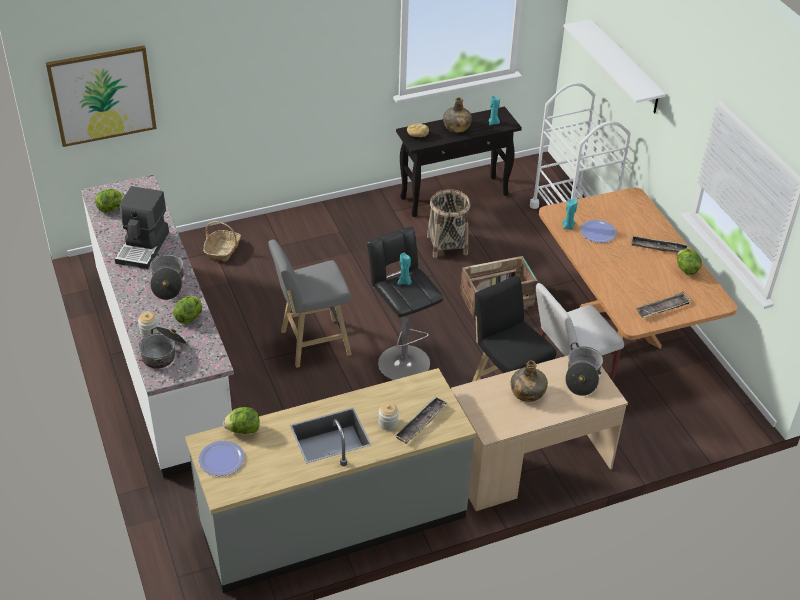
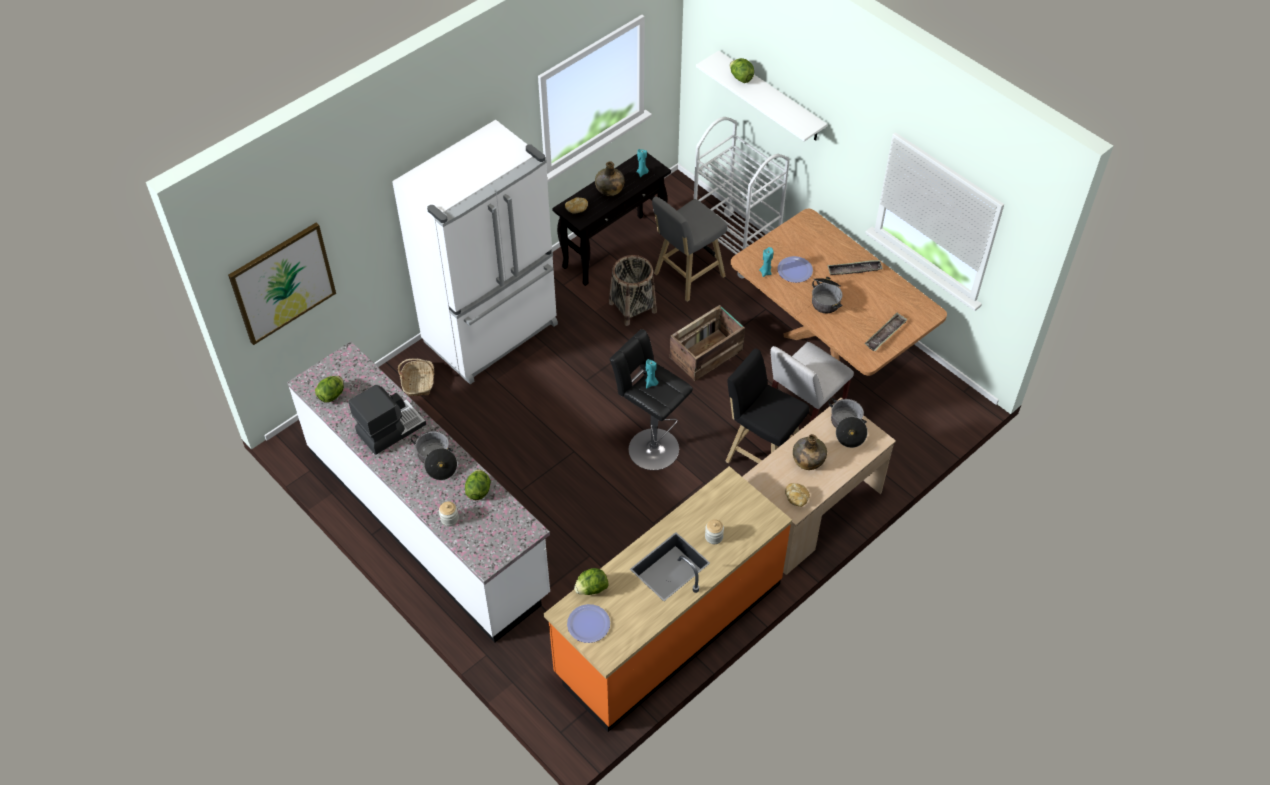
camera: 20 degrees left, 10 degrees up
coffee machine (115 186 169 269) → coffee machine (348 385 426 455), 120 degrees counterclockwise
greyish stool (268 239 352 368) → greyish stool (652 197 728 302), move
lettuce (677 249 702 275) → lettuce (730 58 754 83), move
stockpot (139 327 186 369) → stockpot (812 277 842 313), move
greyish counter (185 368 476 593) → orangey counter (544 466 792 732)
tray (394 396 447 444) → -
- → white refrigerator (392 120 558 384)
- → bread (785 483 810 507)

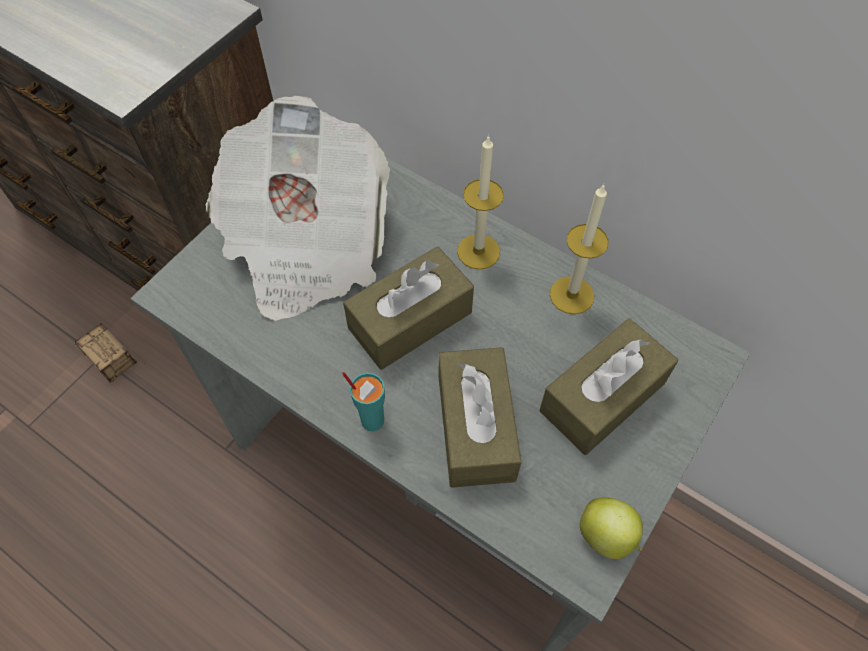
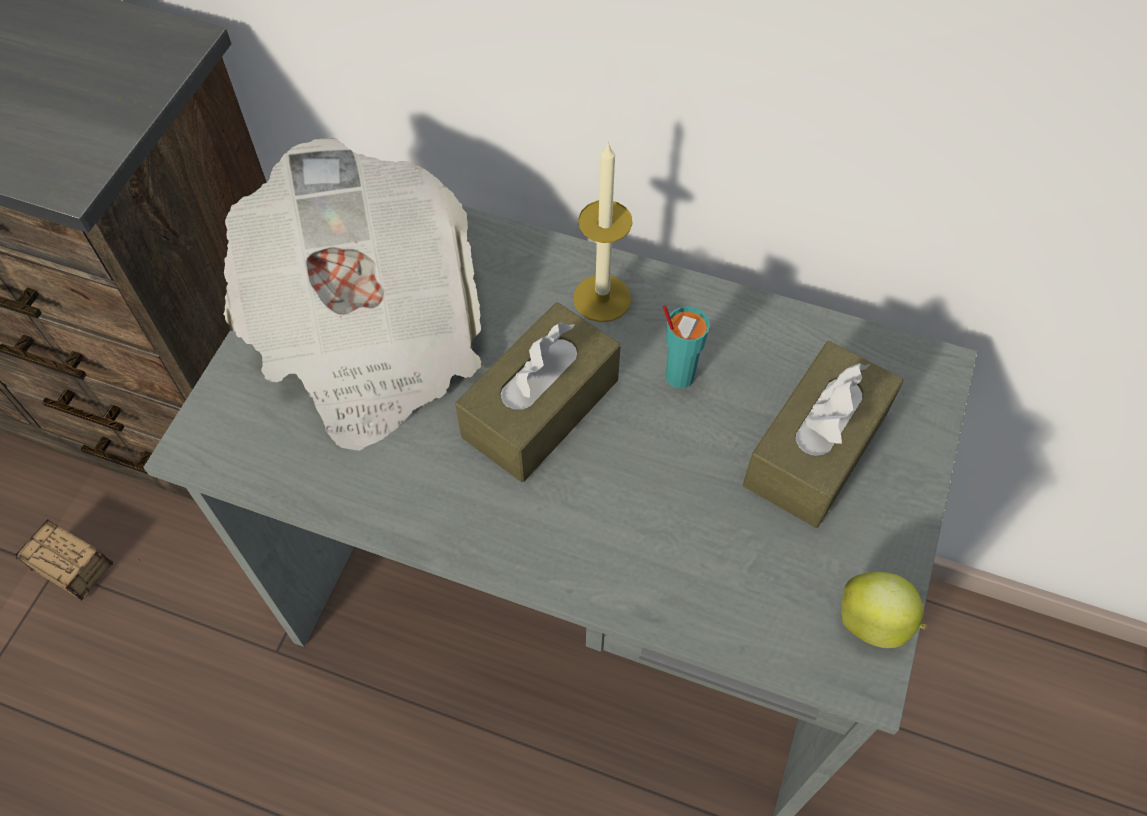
camera: 15 degrees left, 0 degrees up
wax light (550 184 609 314) → -
brown-coloured box of tissues (439 347 522 488) → -
blue-green cup (342 372 385 431) → blue-green cup (663 305 710 389), move

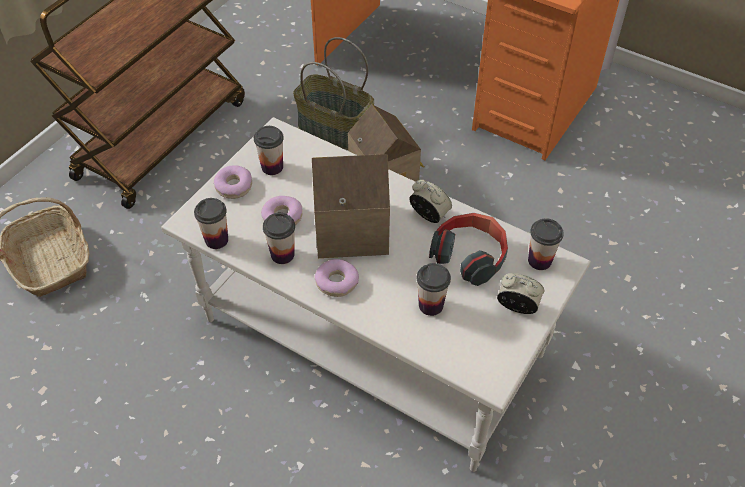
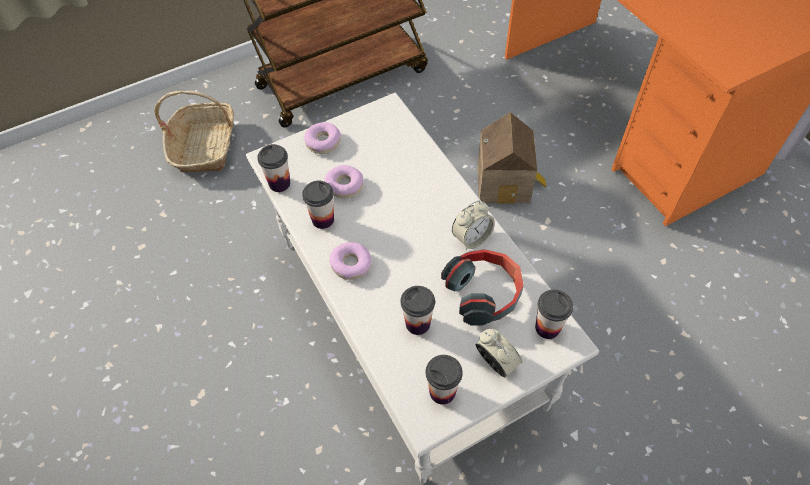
camera: 30 degrees right, 5 degrees up
storage basket (293 37 374 150) → -
cup (254 126 284 175) → cup (425 355 462 405), move
model house (312 154 390 258) → -
table clock (409 180 452 223) → table clock (452 200 495 250), 75 degrees clockwise

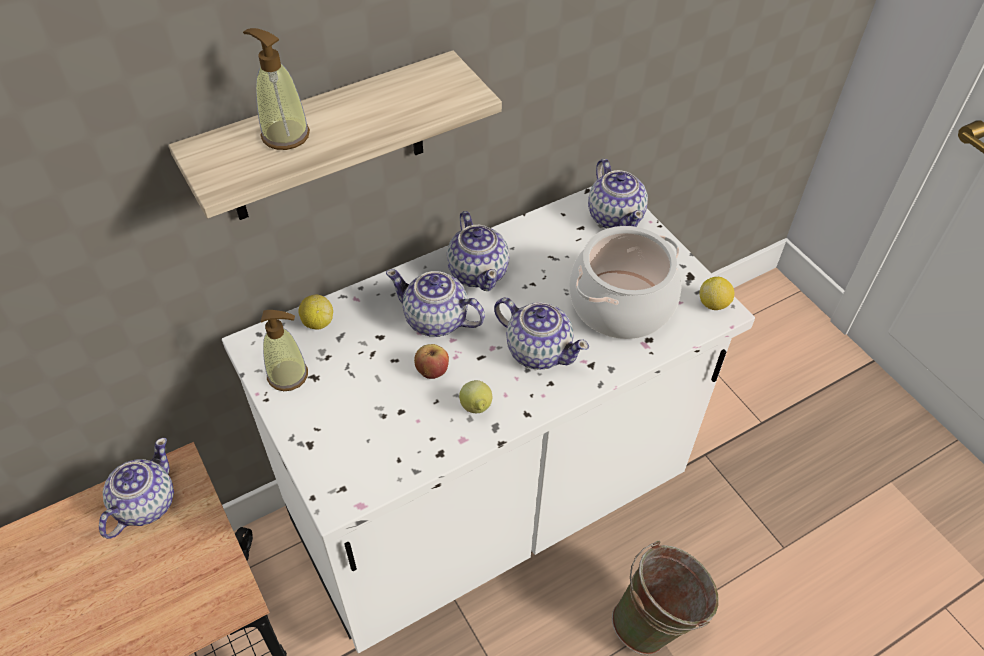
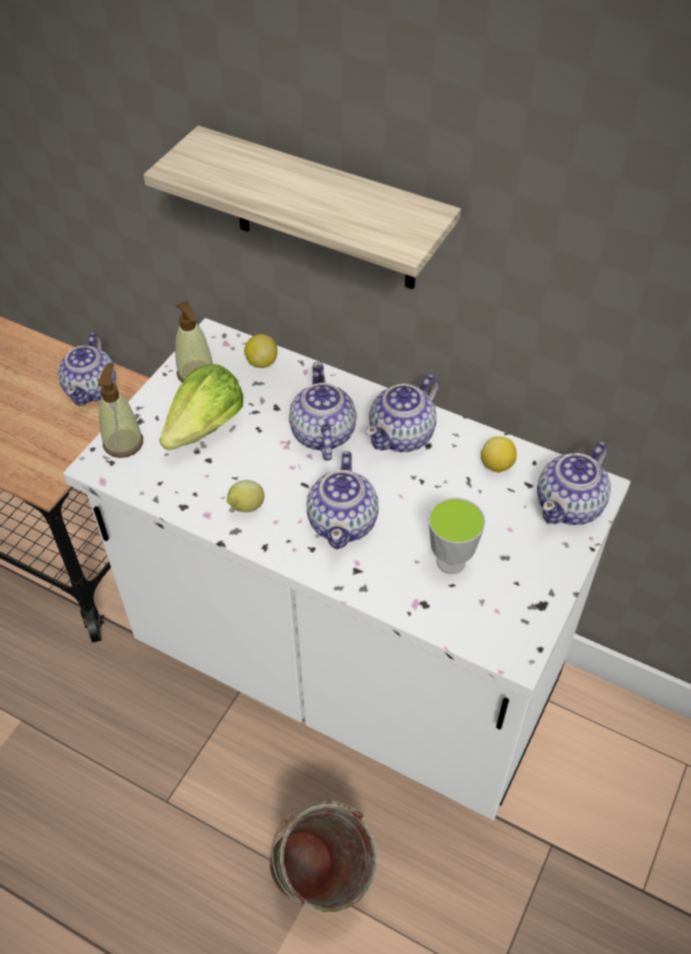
camera: 60 degrees right, 0 degrees up
soap bottle (243 28 310 150) → soap bottle (98 363 143 458), move
stockpot (569 226 681 339) → cup (429 497 485 574)
lemon (700 277 734 310) → lemon (481 436 517 473), move
apple (414 344 449 379) → -
teapot (99 438 174 539) → teapot (58 333 116 406), 105 degrees clockwise
- → lettuce (159 364 243 450)

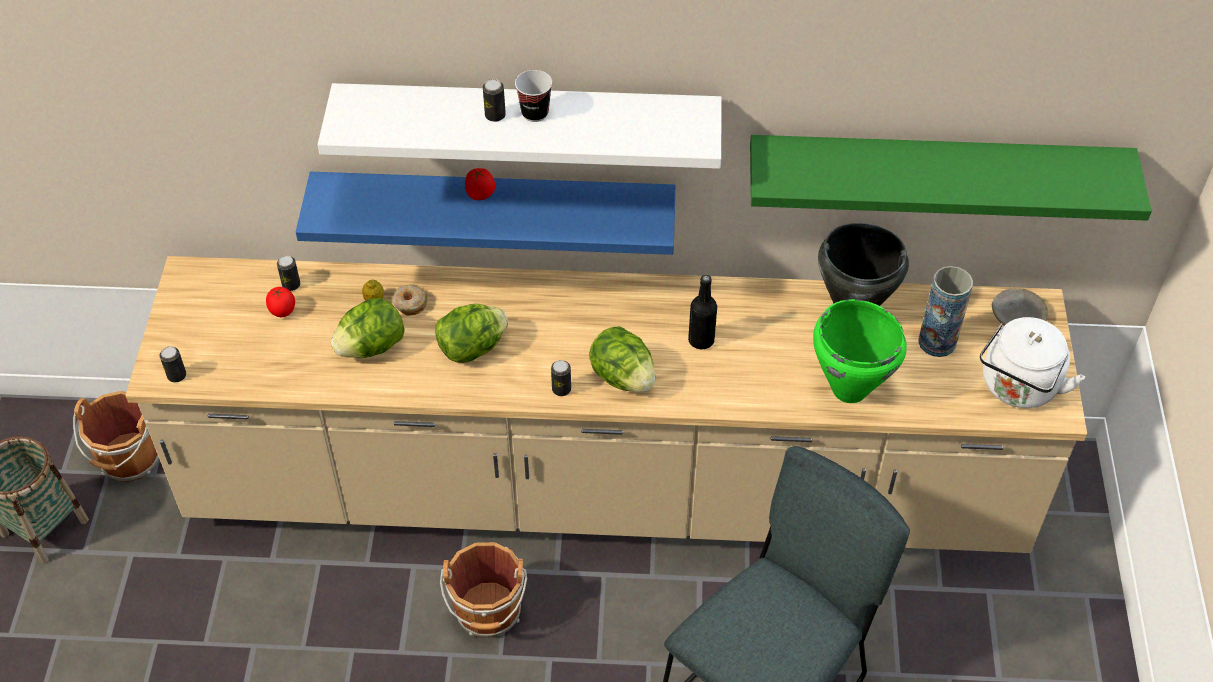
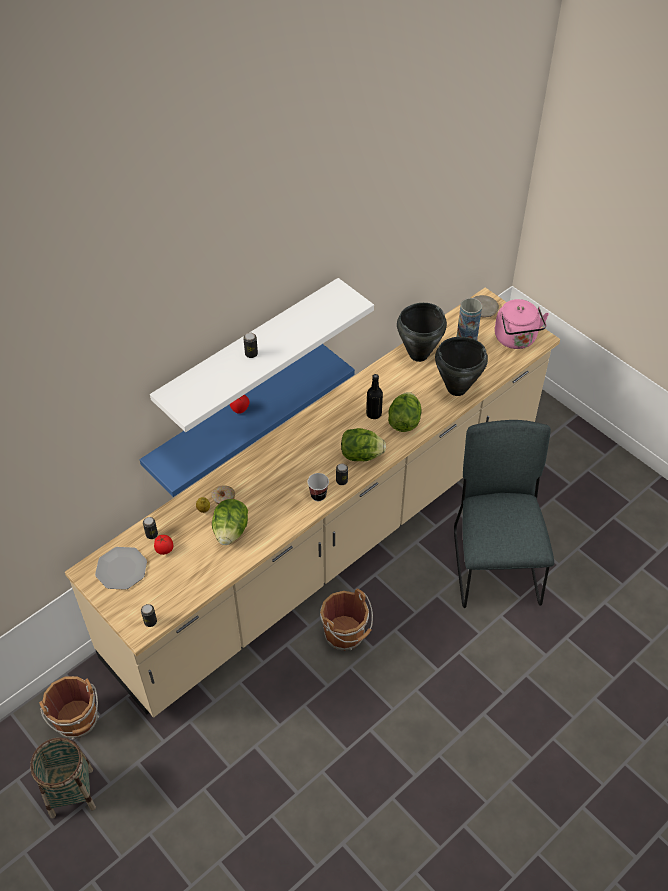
camera: 45 degrees left, 0 degrees up
cup (515 70 552 122) → cup (308 473 329 501), move
green shelf (750 135 1152 221) → -
green stockpot (813 299 907 403) → black stockpot (435 337 488 396)
lettuce (435 304 508 363) → lettuce (388 392 422 432), move
white kettle (980 317 1085 408) → pink-coloured kettle (495 299 549 349)
- → plate (95 547 147 590)

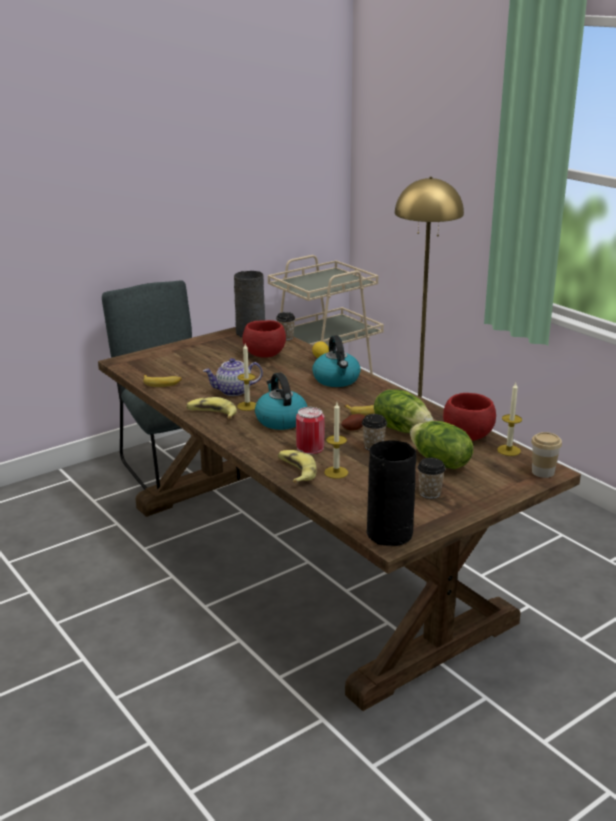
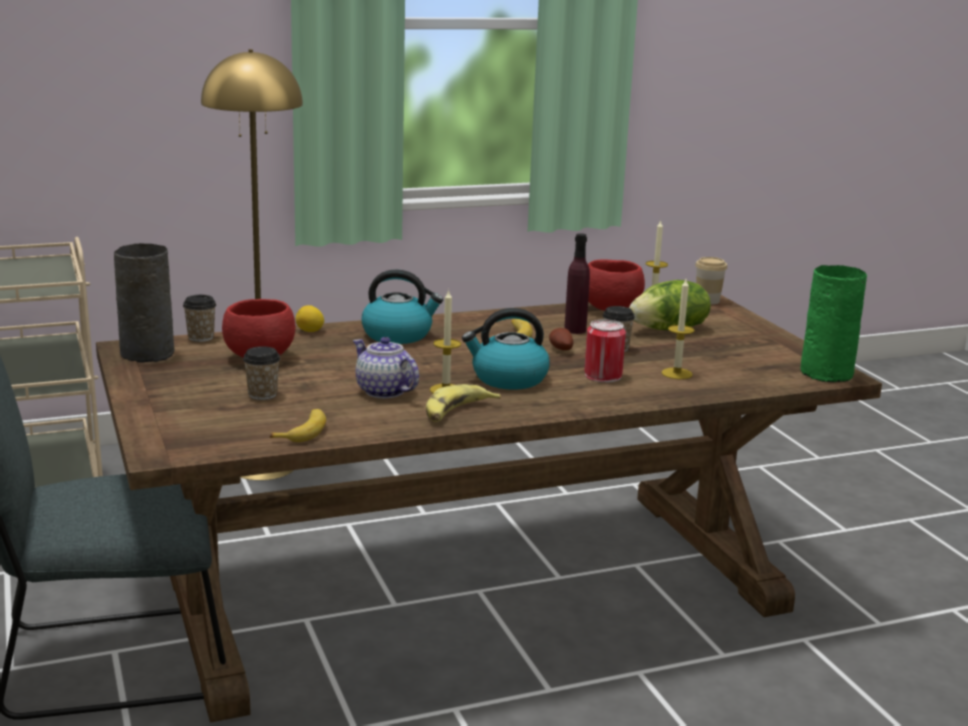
camera: 75 degrees left, 5 degrees down
teapot (203 358 263 396) → teapot (353 337 419 399), 135 degrees clockwise
lettuce (374 389 434 433) → purple-coloured bottle (564 233 590 334)
black flower vase (366 440 416 546) → green flower vase (800 265 867 382)
banana (278 450 317 483) → -
cup (417 458 445 499) → cup (243 346 280 400), move

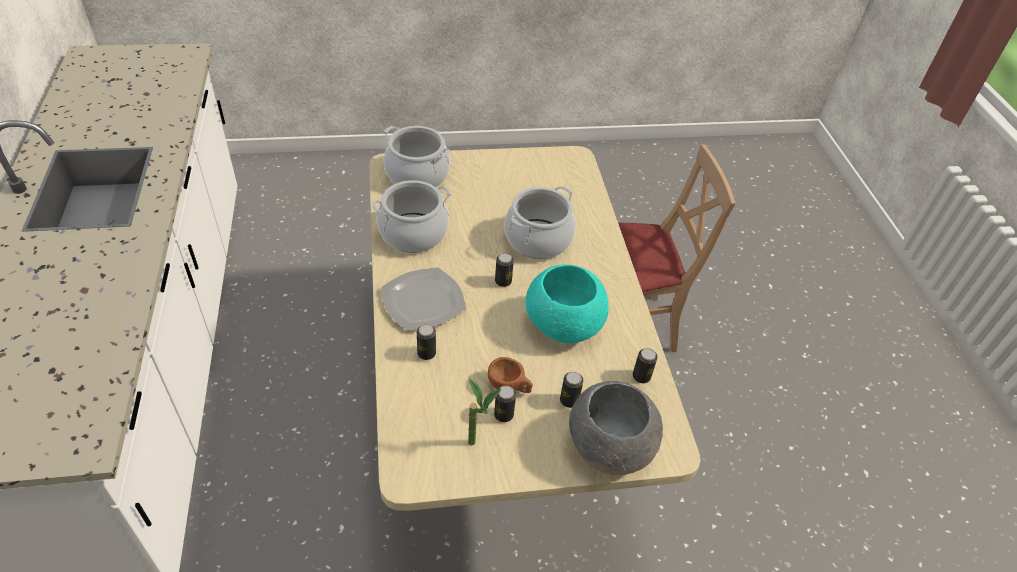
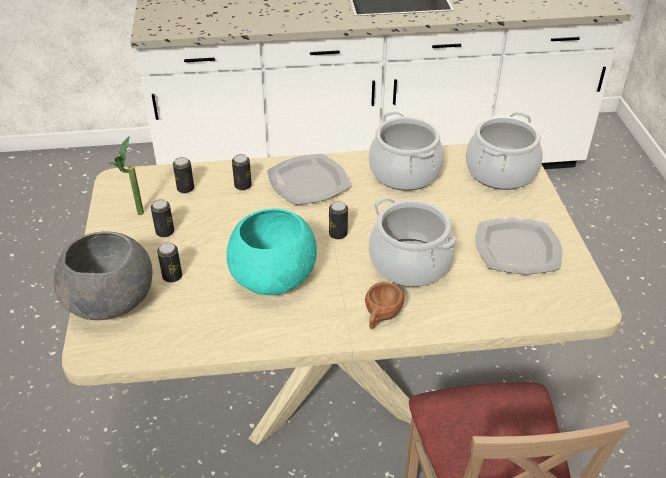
camera: 95 degrees right, 5 degrees down
sealed can (633 348 658 383) → sealed can (173 157 194 193), move
brown-coloured cup (488 357 533 393) → brown-coloured cup (365 282 404 329), move
- → plate (475 217 562 274)

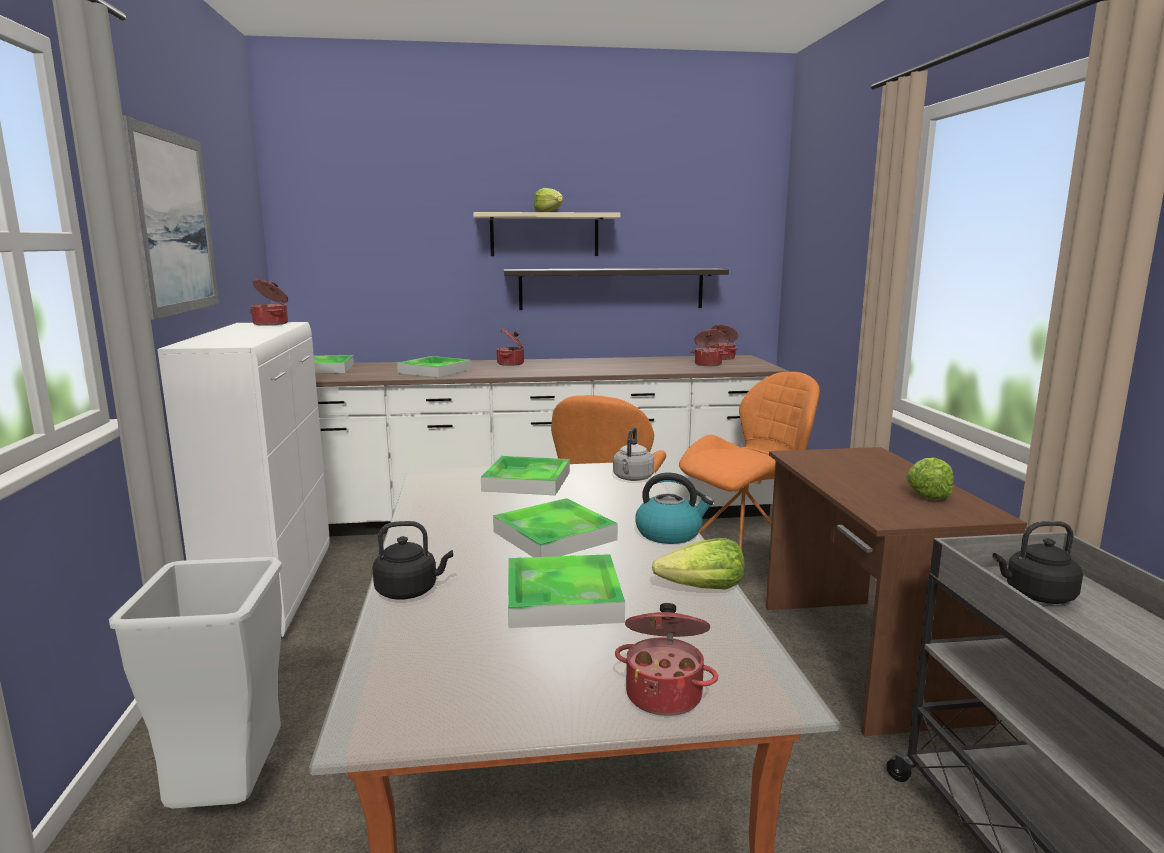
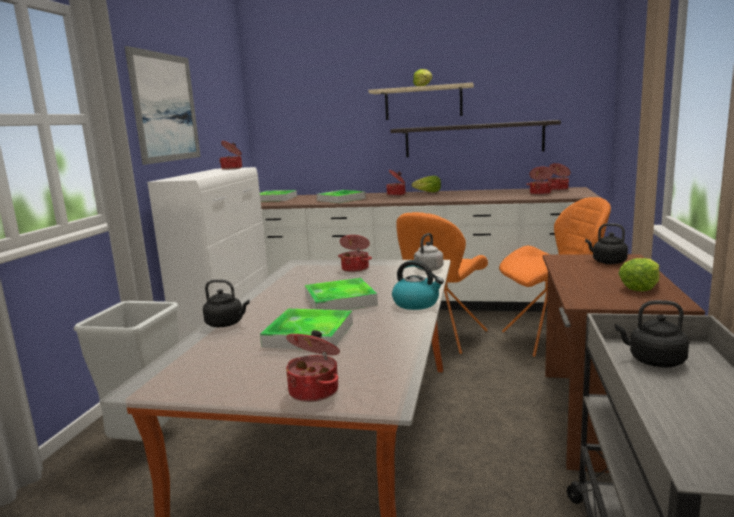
camera: 20 degrees right, 0 degrees up
tray (481 456 570 495) → stockpot (338 235 372 272)
lettuce (652 538 745 589) → lettuce (412 176 441 192), move
- → black kettle (585 223 628 264)

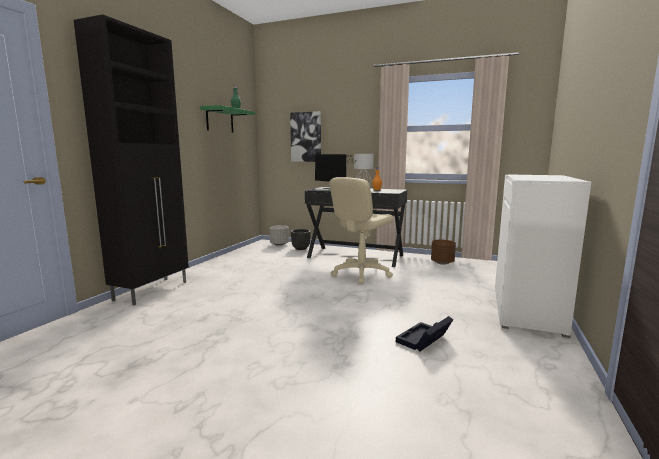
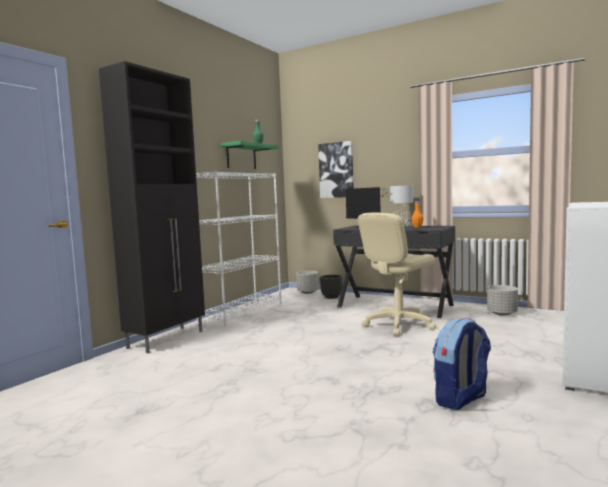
camera: 10 degrees right, 5 degrees down
brown-coloured plant pot (431 240 456 265) → greyish plant pot (487 285 518 316)
black storage bin (396 316 453 351) → backpack (432 318 491 410)
- → white shelving unit (196 171 281 326)

